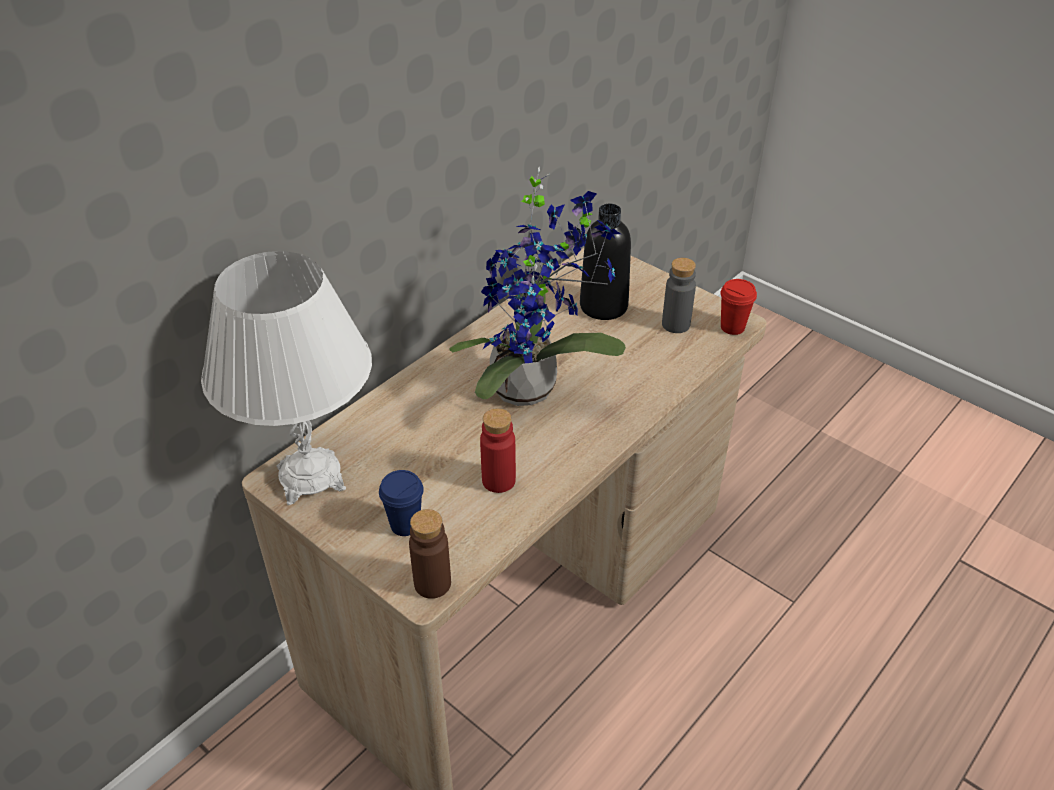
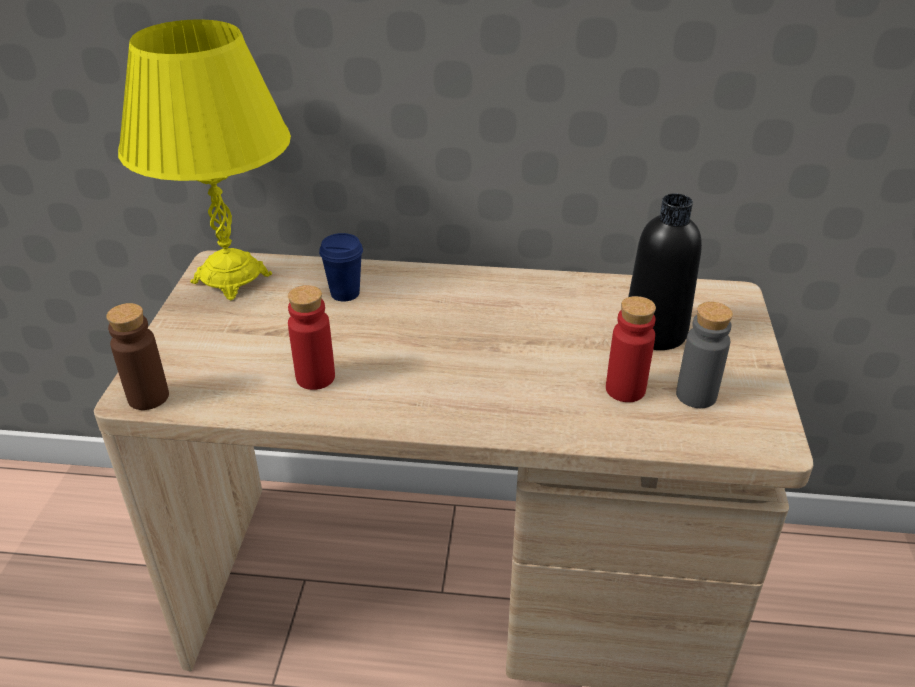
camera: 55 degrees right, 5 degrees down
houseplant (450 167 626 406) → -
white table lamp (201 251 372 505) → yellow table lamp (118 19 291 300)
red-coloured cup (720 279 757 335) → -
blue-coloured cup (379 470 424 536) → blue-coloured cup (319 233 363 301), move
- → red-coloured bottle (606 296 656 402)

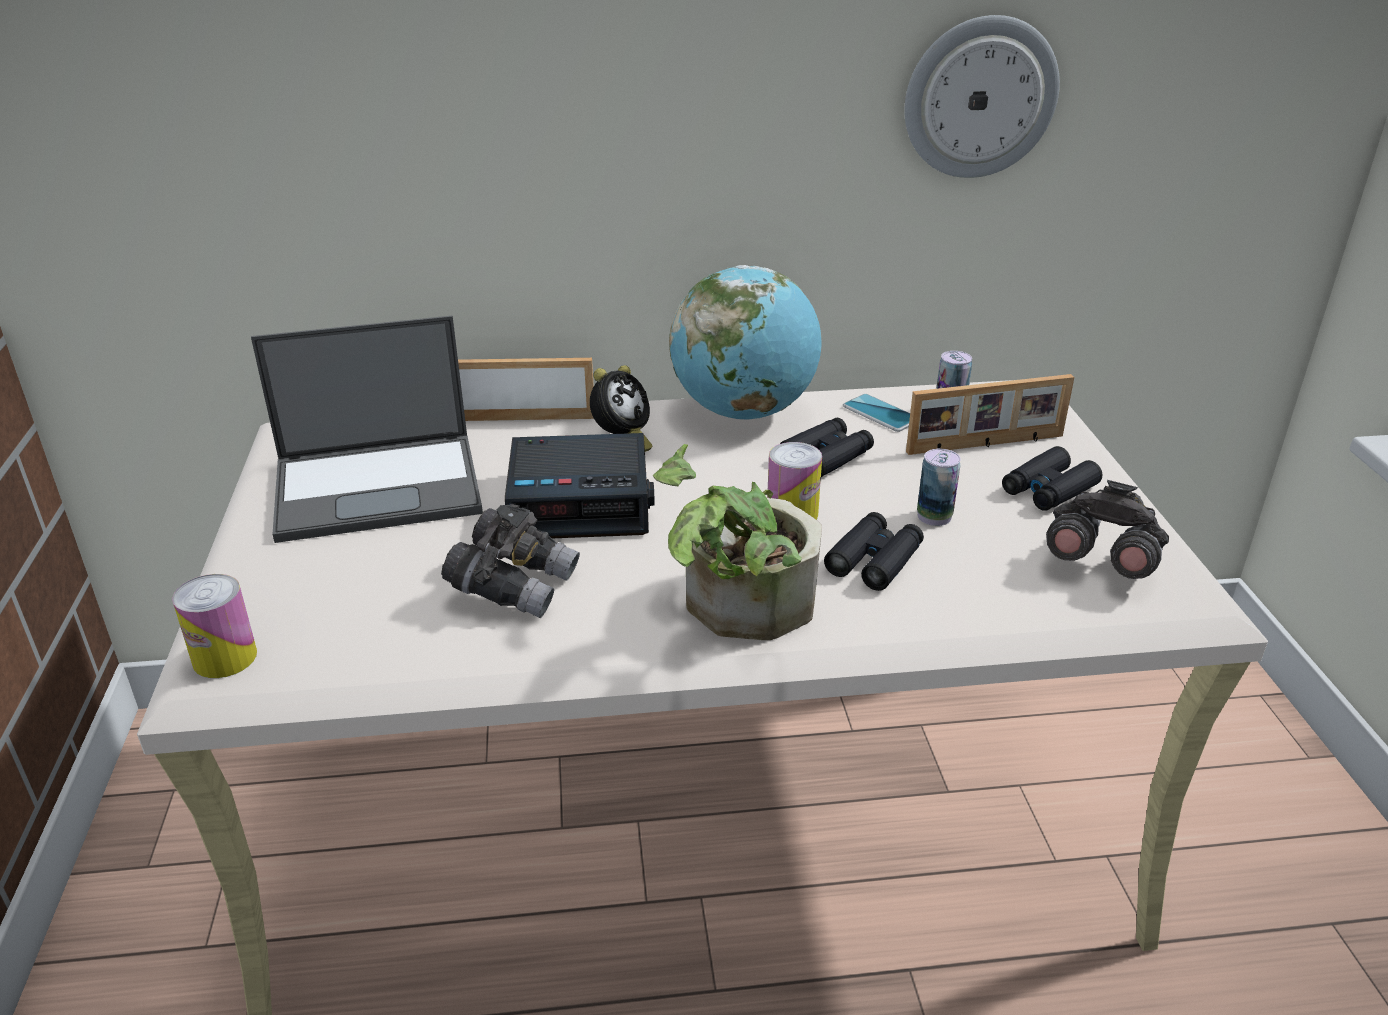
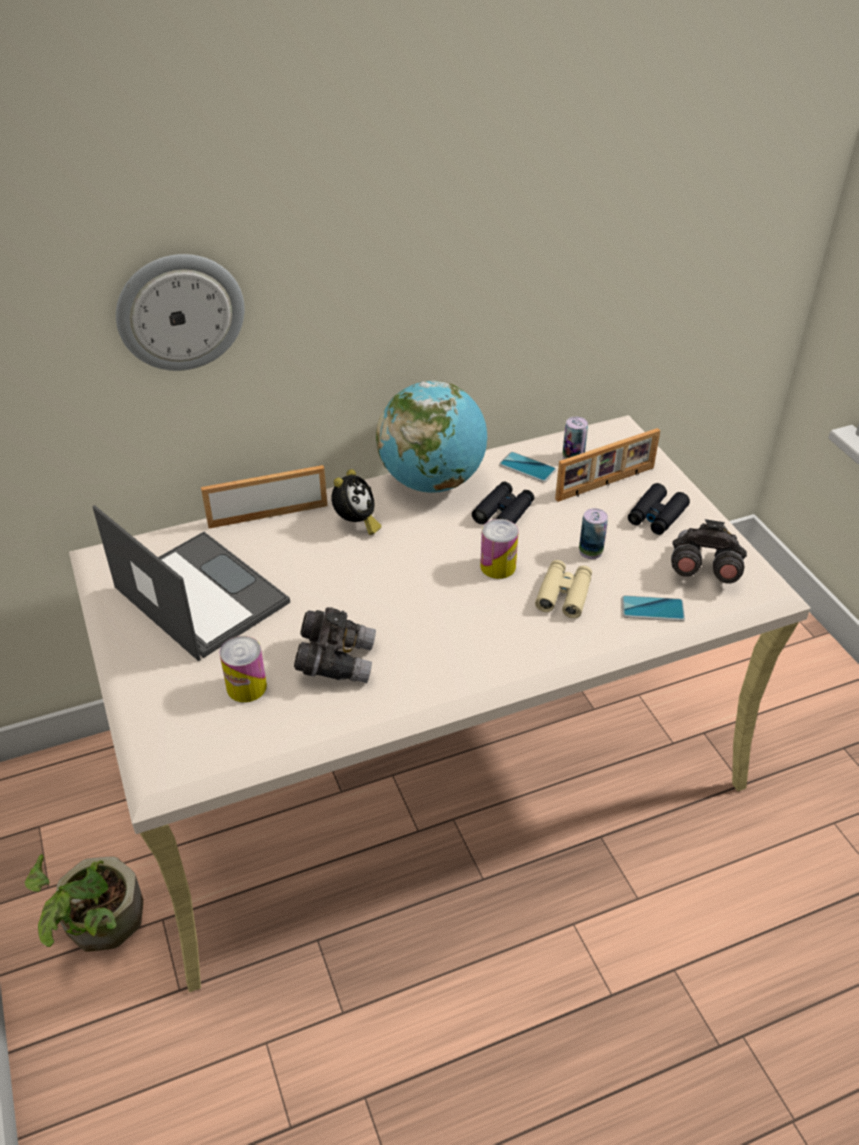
camera: 15 degrees left, 10 degrees up
wall clock (904 15 1060 178) → wall clock (116 254 245 371), move
portable computer (251 316 483 543) → portable computer (93 505 290 661), 105 degrees counterclockwise
table clock (505 433 655 538) → -
houseplant (653 444 822 640) → houseplant (24 854 143 952), move
black field glasses (824 512 924 591) → beige-coloured field glasses (535 560 592 618)
sealed can (172 574 257 678) → sealed can (219 636 267 702), move
- → phone (621 595 685 621)

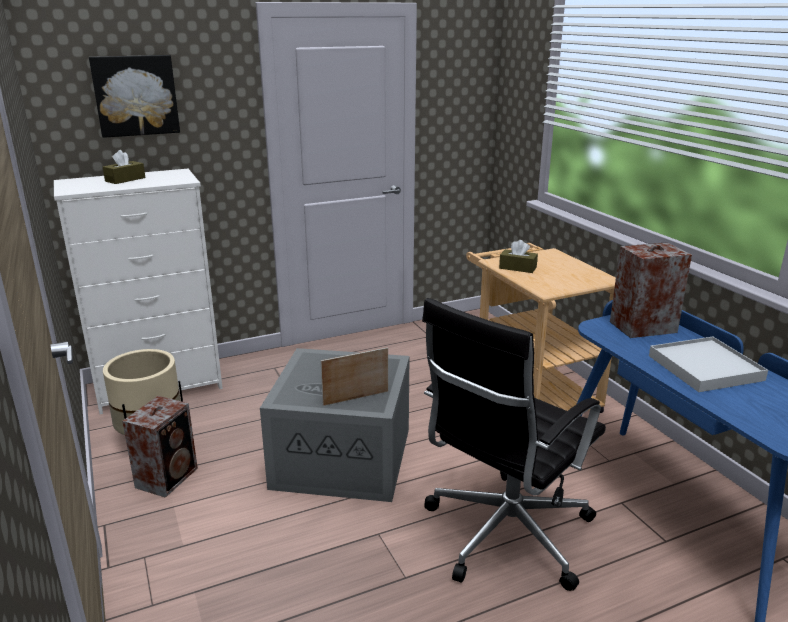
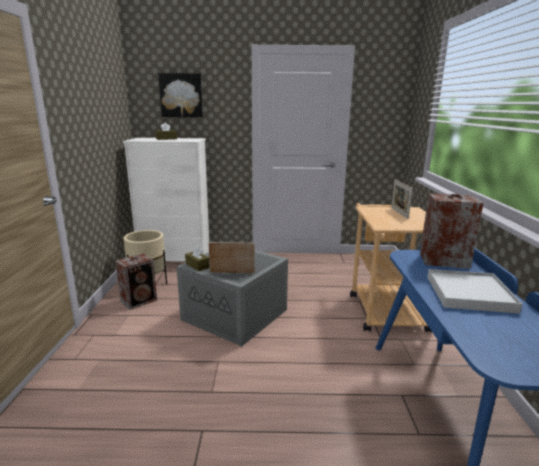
camera: 25 degrees right, 5 degrees down
brown-coloured box of tissues (499 240 538 273) → brown-coloured box of tissues (185 246 210 271), move
black desk chair (422 298 606 591) → -
- → photo frame (391 180 413 219)

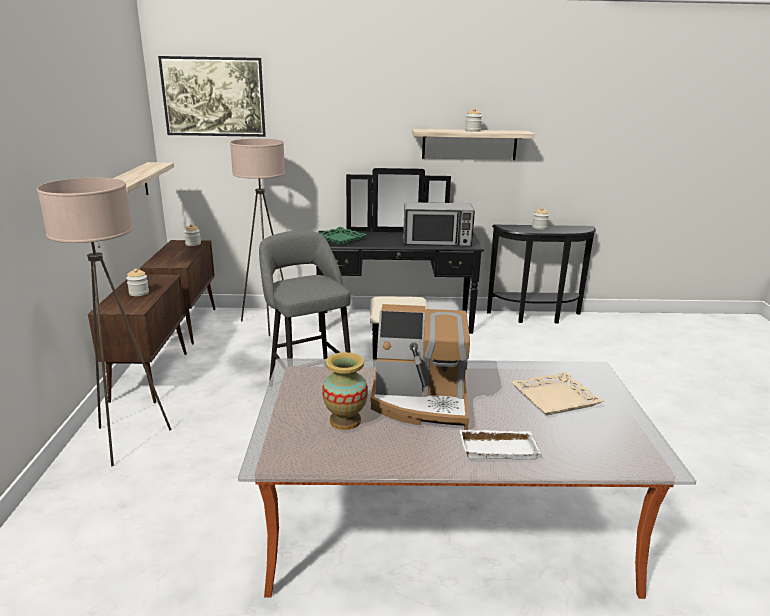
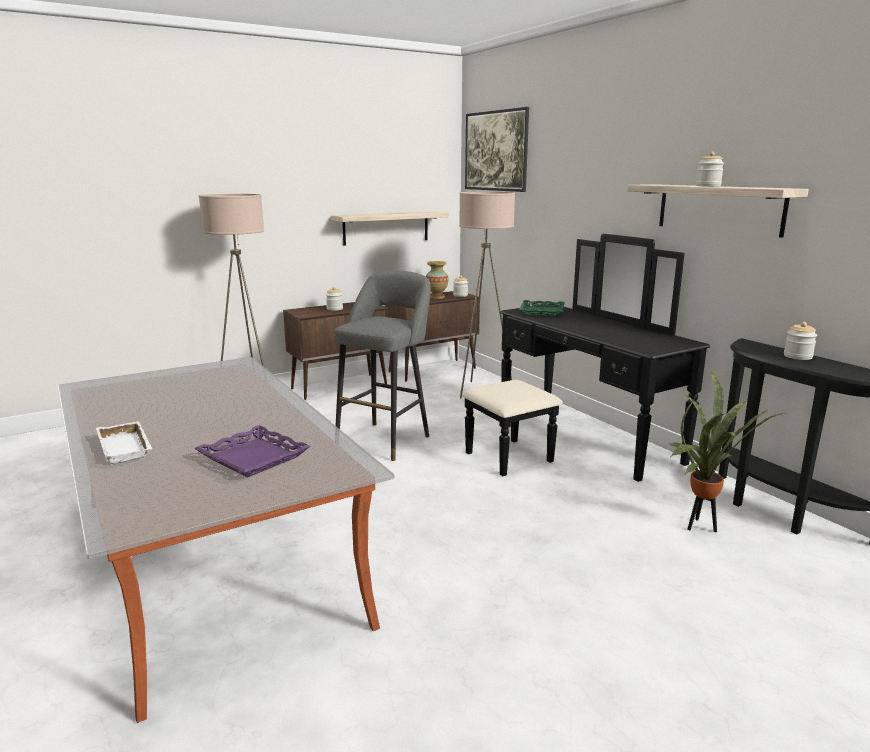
camera: 60 degrees right, 5 degrees down
microwave oven (403 202 475 246) → -
coffee machine (371 304 470 430) → -
flower vase (322 352 368 430) → flower vase (426 261 448 299), move
beige-coloured tray (511 372 604 415) → purple-coloured tray (194 425 311 477)
- → houseplant (668 372 784 532)

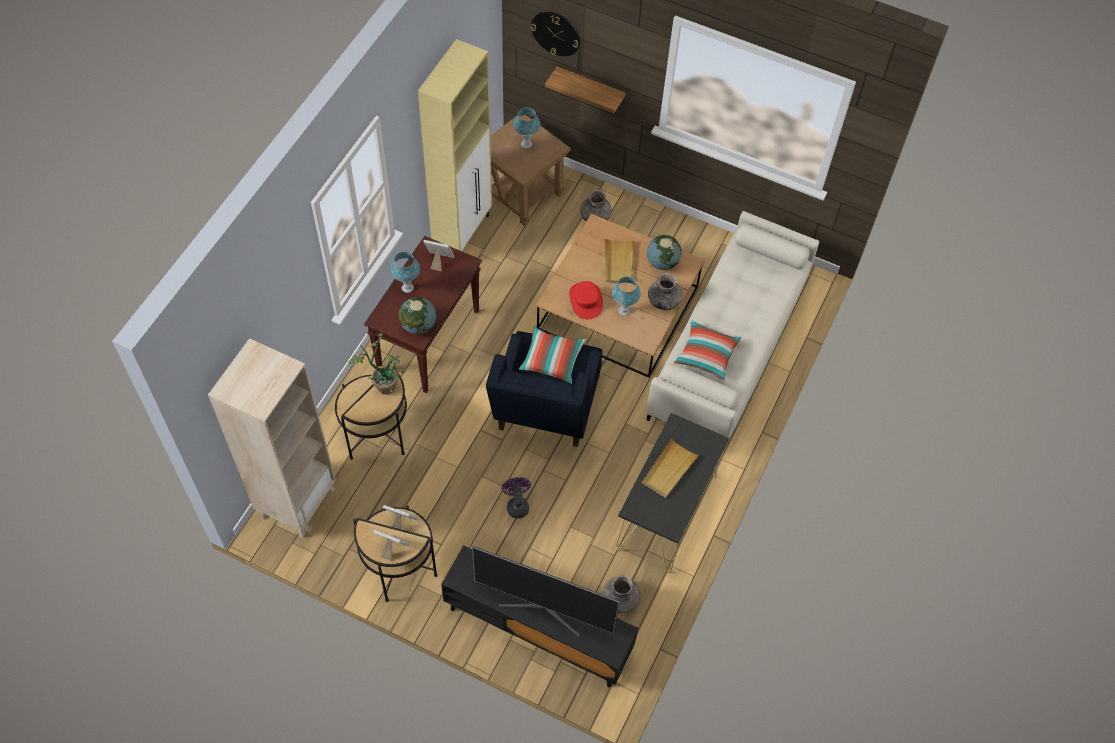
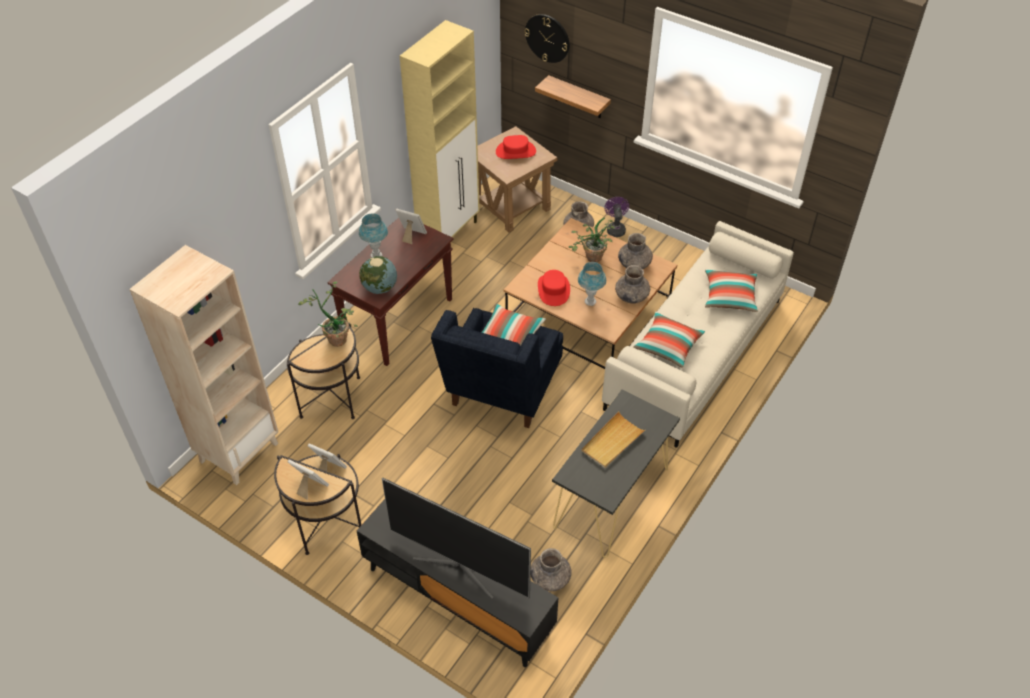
camera: 10 degrees right, 10 degrees down
blue-coloured table lamp (513 107 540 148) → red-coloured hat (496 135 536 159)
world globe (647 235 682 270) → greyish flower vase (618 233 653 269)
beige-coloured tray (605 238 634 282) → houseplant (569 218 615 262)
purple-coloured cooling fan (502 477 531 518) → purple-coloured cooling fan (604 197 629 237), move
- → throw pillow (705 269 758 312)

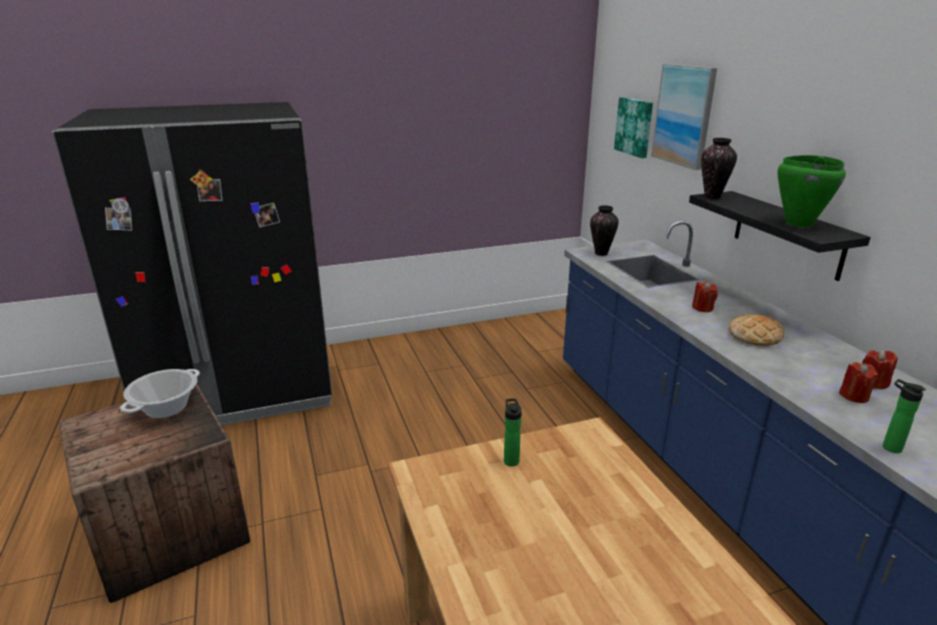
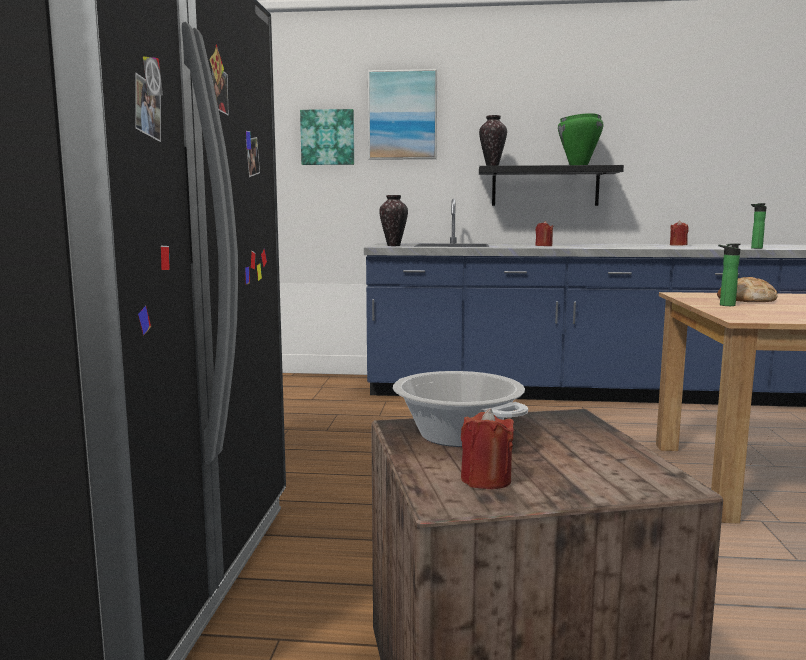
camera: 65 degrees left, 15 degrees down
bread (729 315 784 346) → bread (717 277 777 302), move
red-coloured wax light (839 362 878 403) → red-coloured wax light (461 409 514 489), move

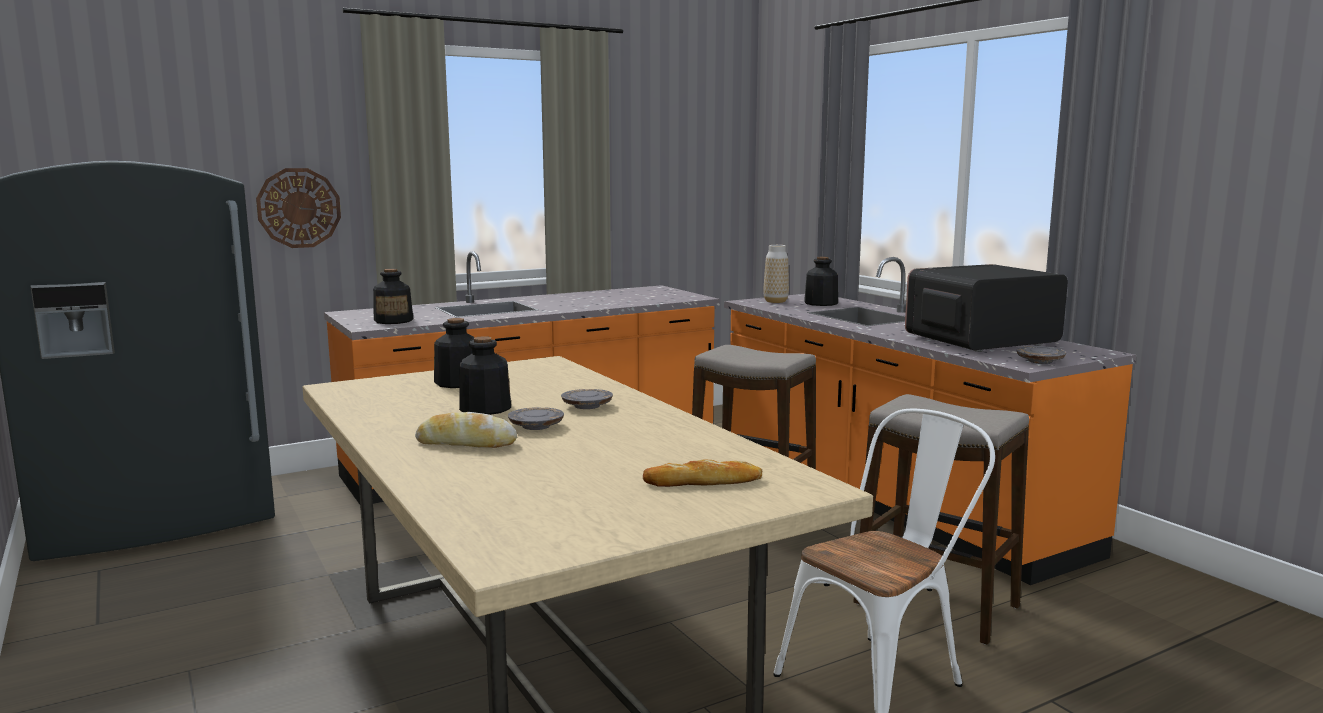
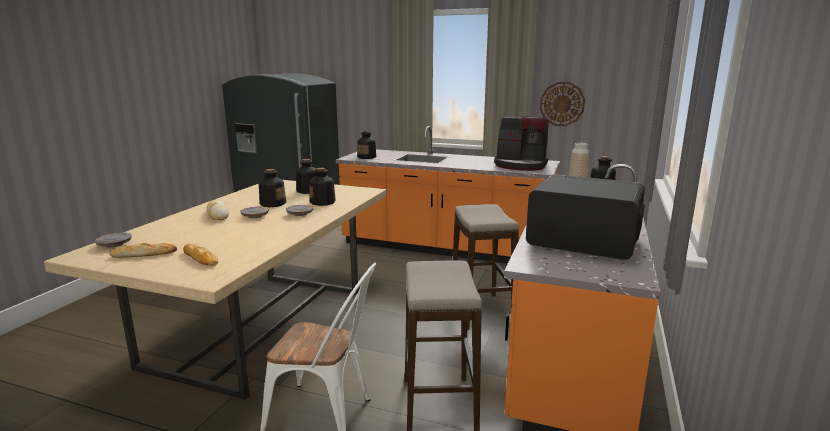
camera: 50 degrees right, 5 degrees up
wall clock (256 168 341 248) → wall clock (540 82 585 126), move
greyish plate (1016 346 1067 364) → greyish plate (95 232 132 248), move
- → coffee machine (494 116 549 171)
- → bottle (309 168 336 206)
- → bread (109 243 177 258)

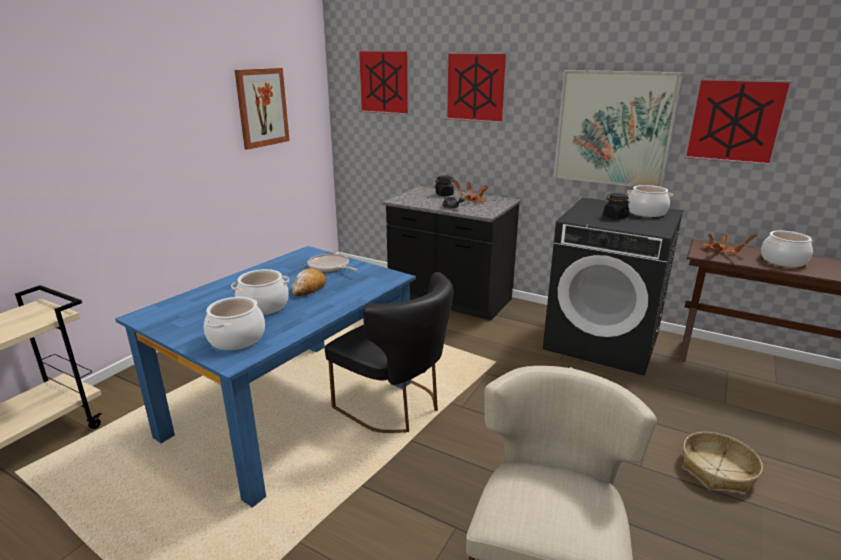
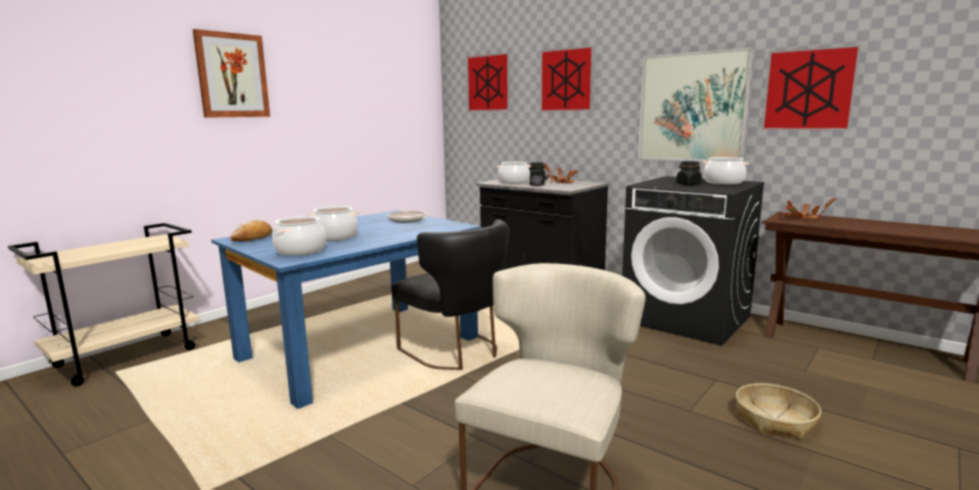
camera: 10 degrees right, 10 degrees down
wall picture (234 68 290 150) → wall picture (192 29 270 118), move
stockpot (761 231 813 267) → stockpot (497 162 531 184), move
bread (292 269 326 296) → bread (230 220 272 242), move

